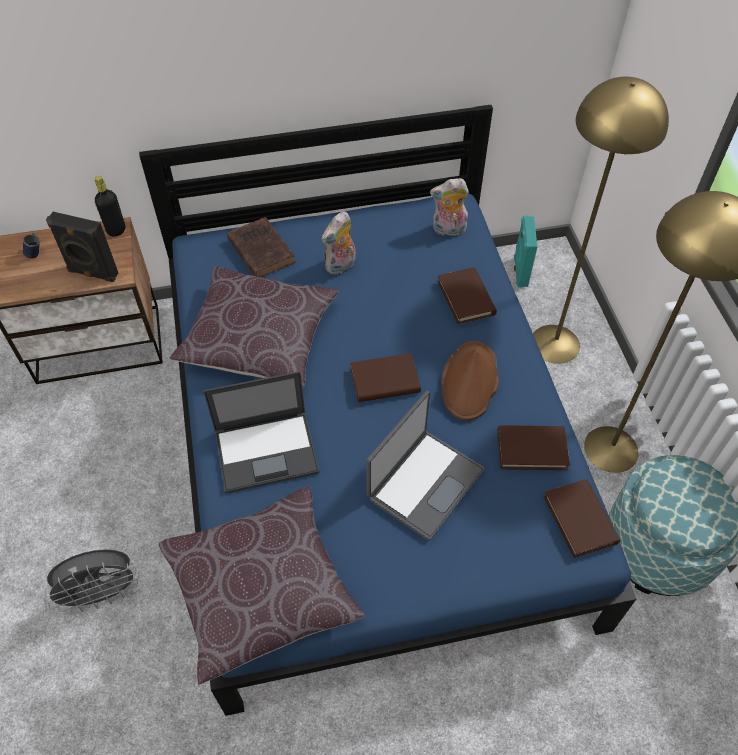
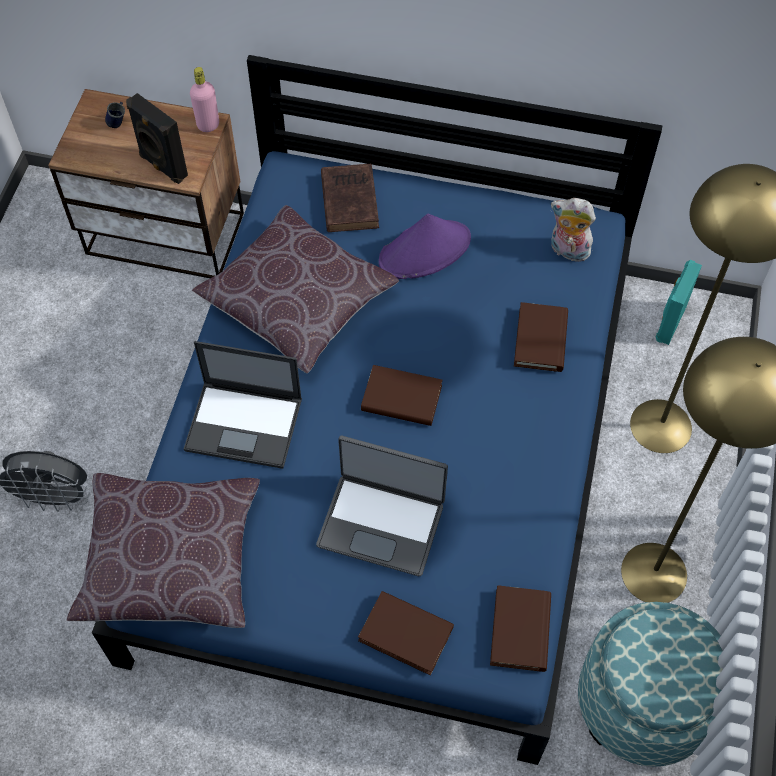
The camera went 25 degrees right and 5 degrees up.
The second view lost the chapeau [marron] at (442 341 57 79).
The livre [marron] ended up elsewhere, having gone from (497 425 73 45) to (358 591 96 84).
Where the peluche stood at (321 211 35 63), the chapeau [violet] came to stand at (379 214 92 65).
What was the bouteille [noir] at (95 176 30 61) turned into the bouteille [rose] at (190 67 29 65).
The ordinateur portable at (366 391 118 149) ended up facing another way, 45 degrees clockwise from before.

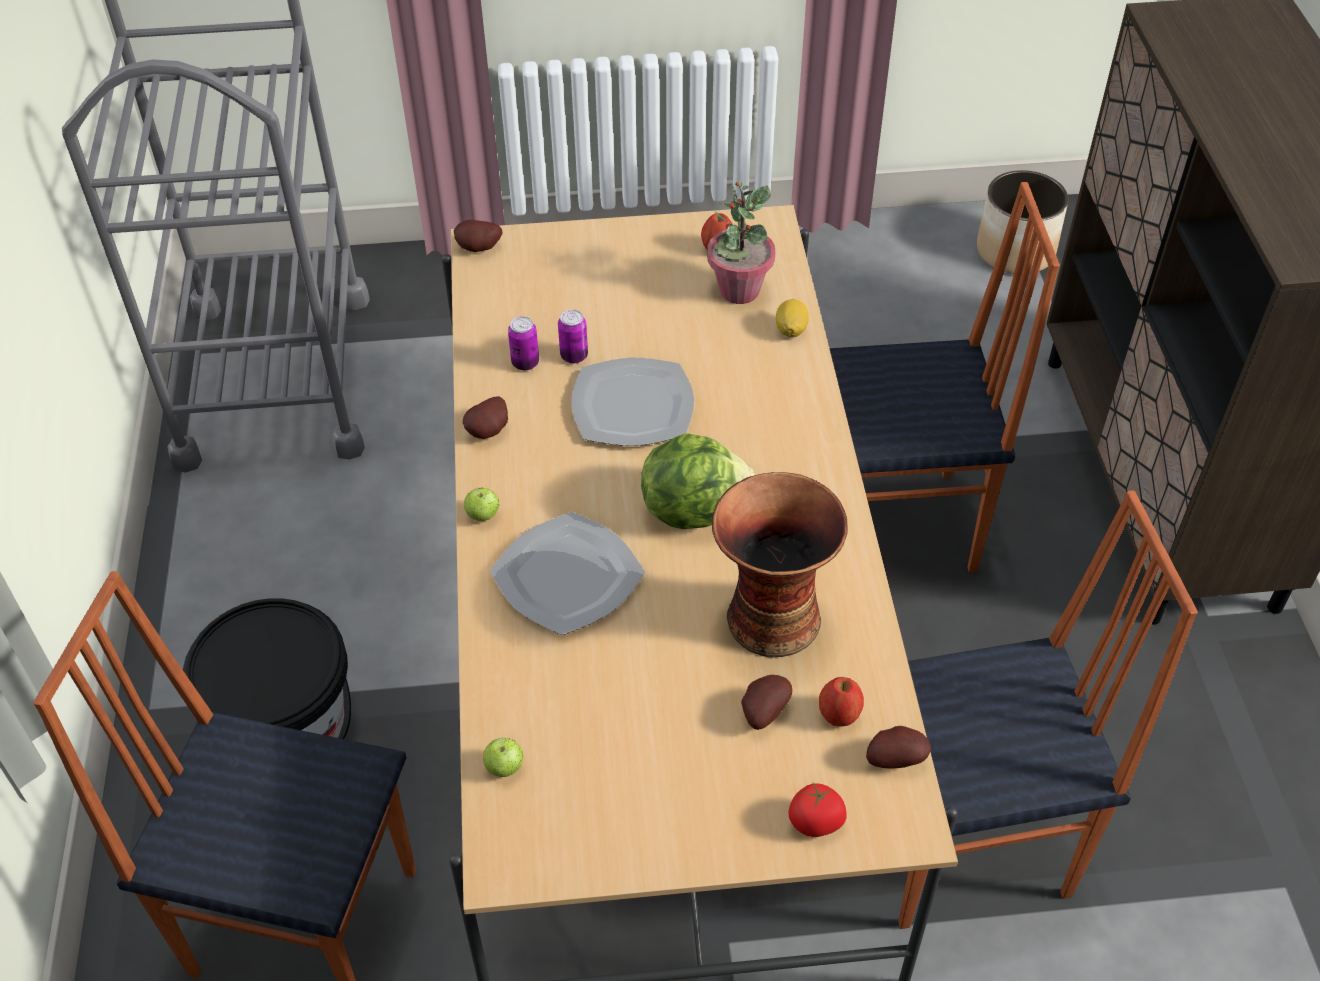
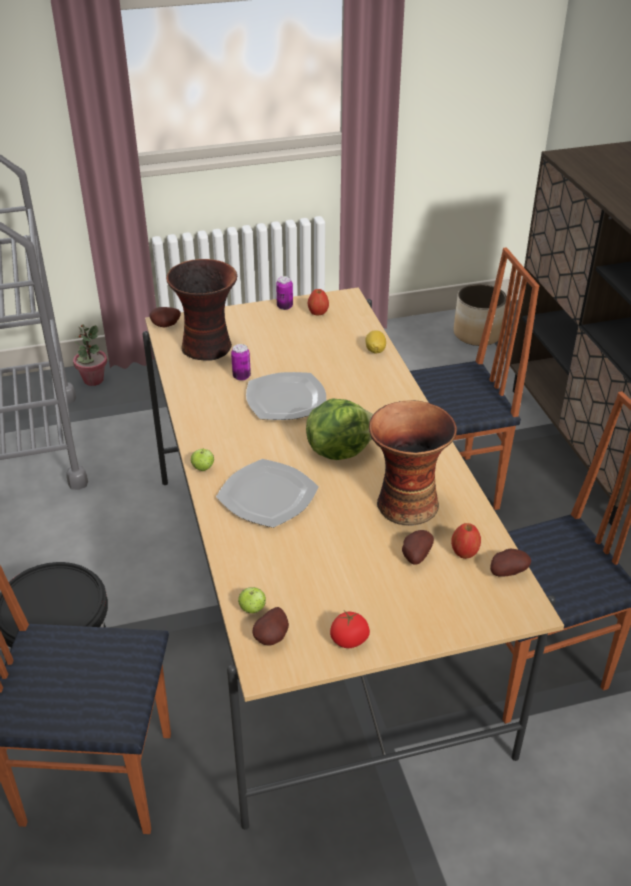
The camera went 10 degrees left and 10 degrees down.
The second view gained the vase at (166 259 71 102).
The pomme de terre ended up elsewhere, having gone from (463 396 45 43) to (252 607 37 38).
The boîte métallique ended up elsewhere, having gone from (508 316 31 54) to (276 276 17 34).
The plante en pot ended up elsewhere, having gone from (707 180 68 124) to (73 324 34 62).
The tomate ended up elsewhere, having gone from (789 783 58 54) to (330 612 40 36).

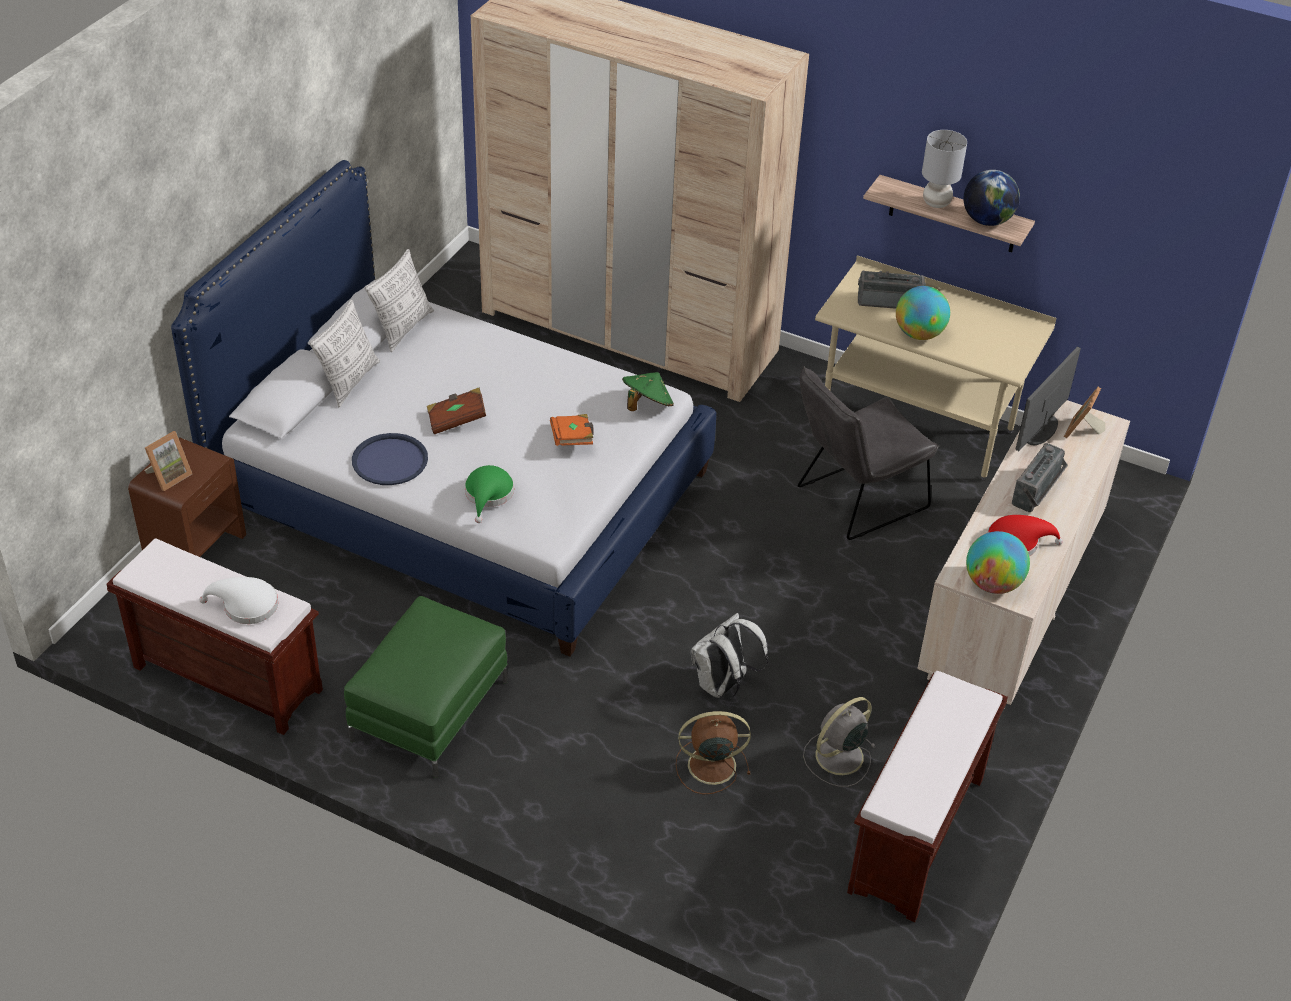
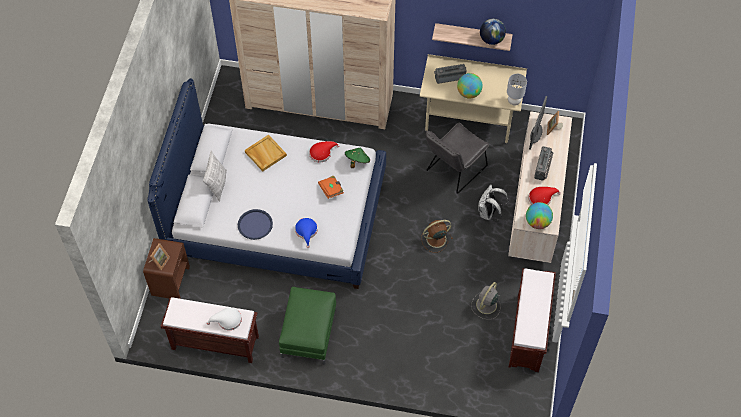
The camera went 15 degrees left and 15 degrees up.
The second view lost the coussin at (365 249 69 103).
The second view lost the livre [marron] at (427 388 59 47).
The second view gained the plateau [beige] at (245 135 42 36).
The second view gained the chapeau [rouge] at (309 141 31 22).
The ventilateur [marron] ended up elsewhere, having gone from (676 711 75 83) to (421 220 32 33).
The sac à dos [blanc] ended up elsewhere, having gone from (691 613 77 86) to (478 184 30 37).
The lampe de table [gris] ended up elsewhere, having gone from (922 130 45 78) to (507 74 20 31).
What was the chapeau [vert] at (465 465 49 58) turned into the chapeau [bleu] at (295 218 23 30).

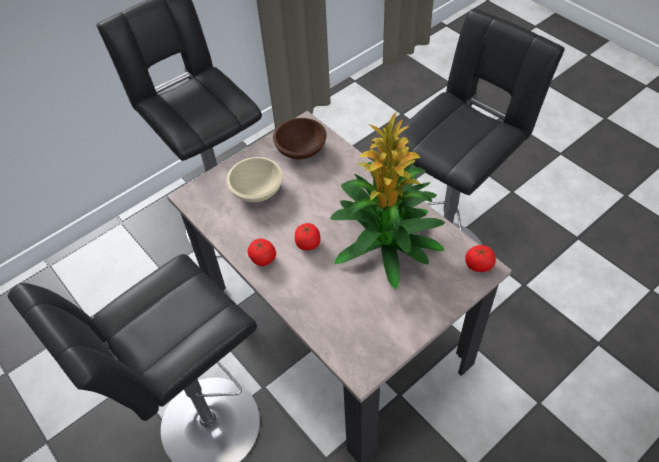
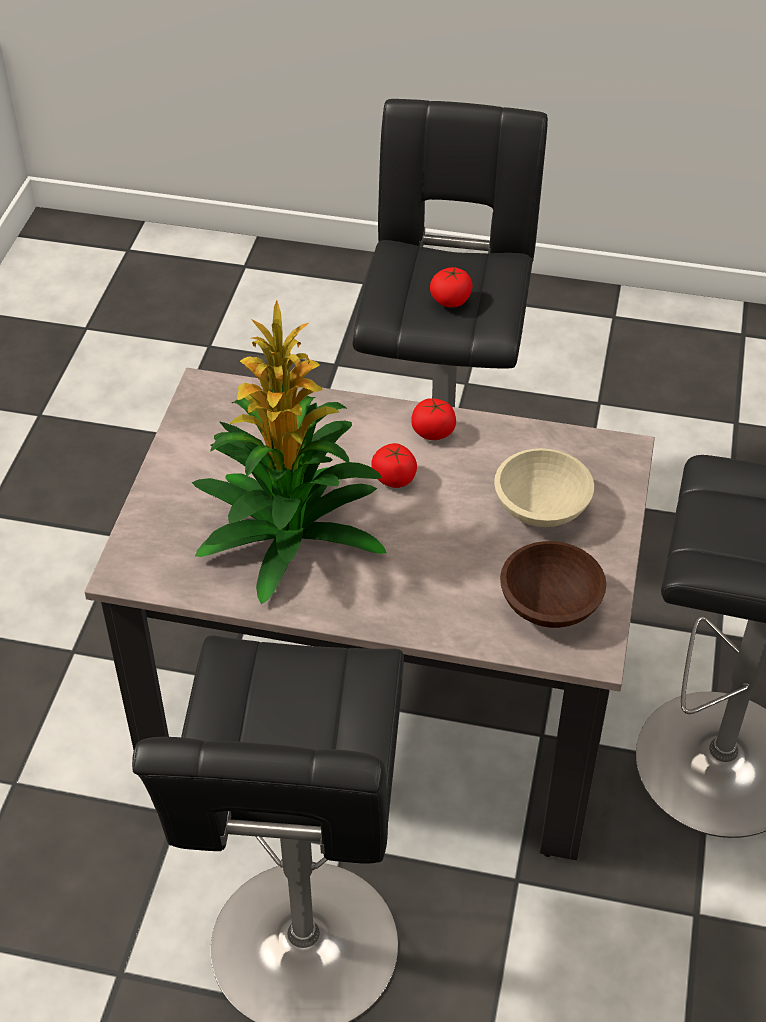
The camera went 140 degrees right and 5 degrees down.
The tomate ended up elsewhere, having gone from (465 245 31 27) to (430 267 43 41).

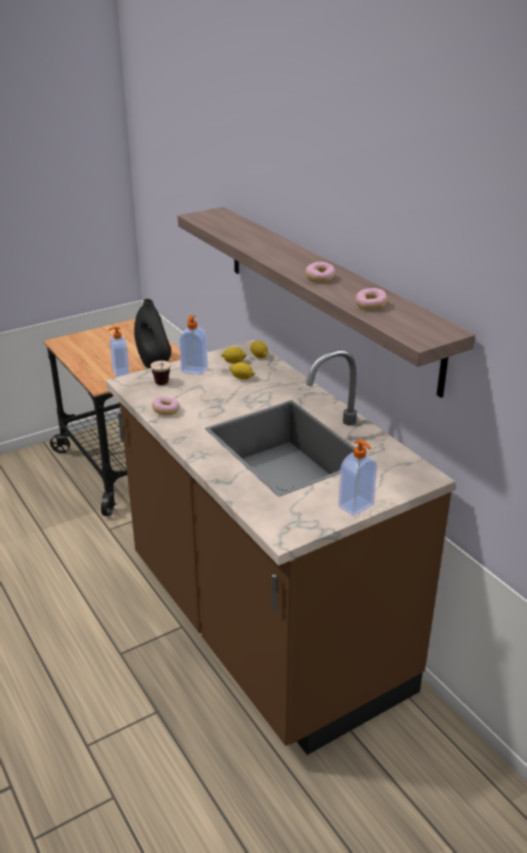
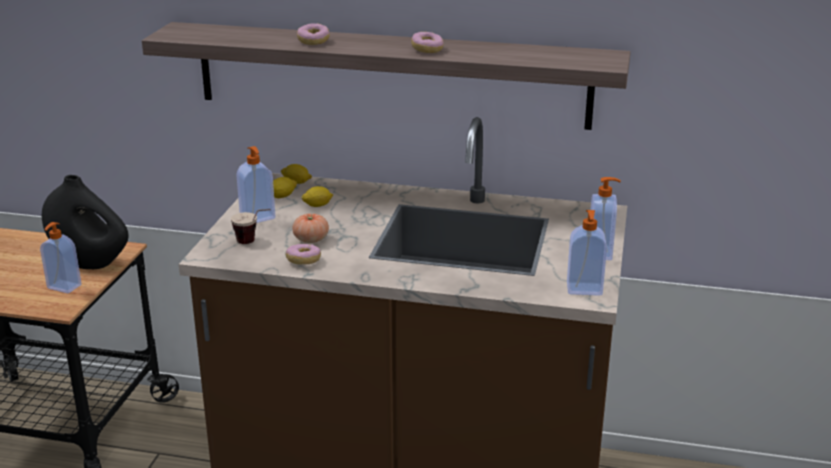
The camera went 45 degrees left and 5 degrees down.
The second view gained the tomate at (292 214 37 29).
The second view gained the distributeur de savon at (567 210 40 86).
The beignet ended up elsewhere, having gone from (355 288 32 23) to (297 24 33 21).

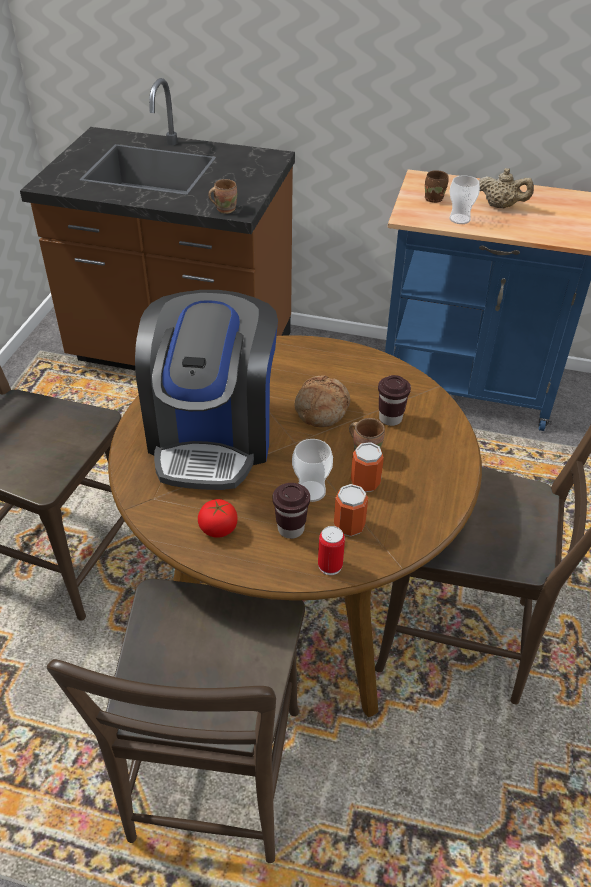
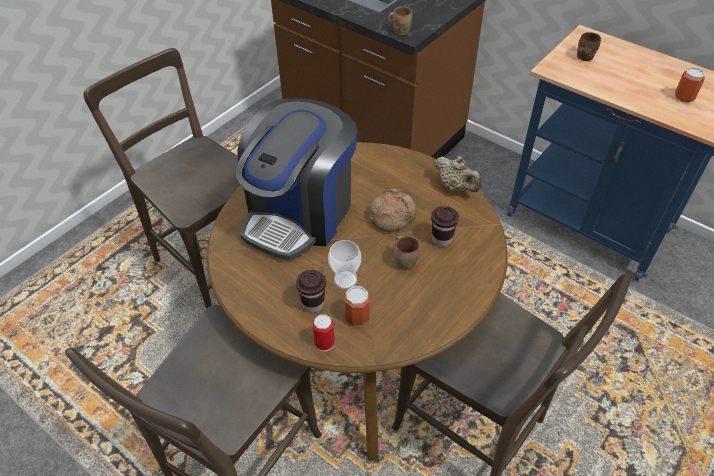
The camera went 25 degrees right and 5 degrees up.
The second view lost the tomate at (198 499 40 39).
The second view lost the tasse at (449 175 31 49).
The boîte métallique ended up elsewhere, having gone from (351 442 33 50) to (675 67 30 36).
The théière [beige] ended up elsewhere, having gone from (479 168 55 40) to (434 156 47 36).

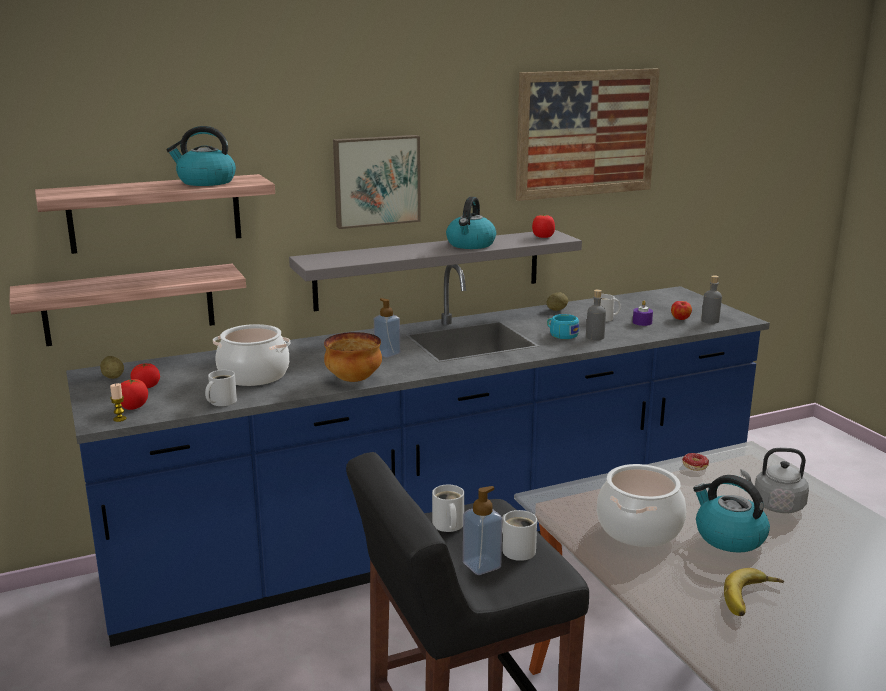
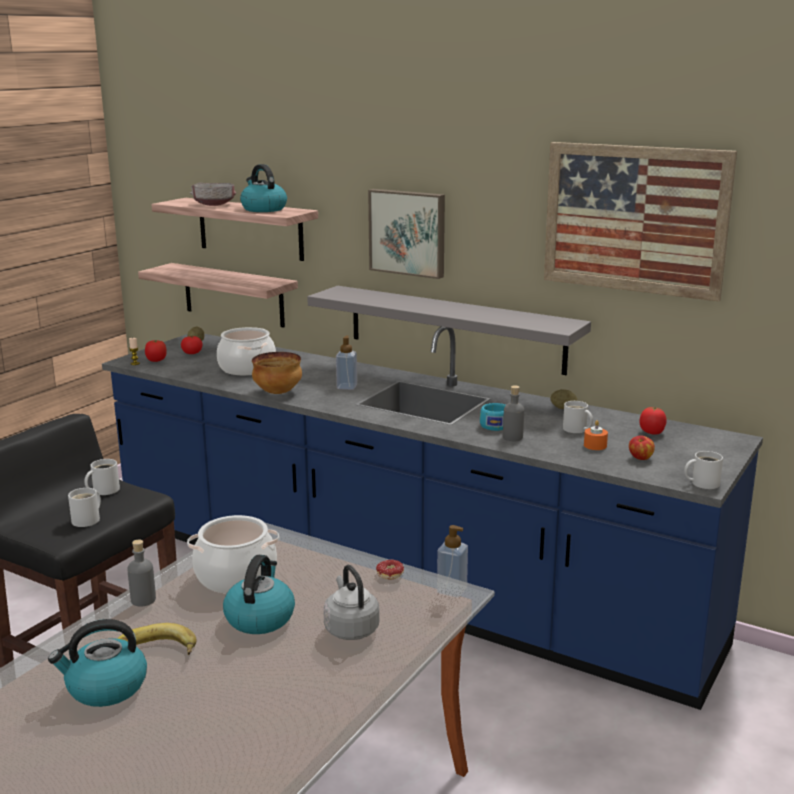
The camera went 55 degrees right and 0 degrees up.
The second view gained the bol [gris] at (190 183 46 23).
The mug [blanc] ended up elsewhere, having gone from (205 370 32 36) to (684 451 39 38).
The bouilloire ended up elsewhere, having gone from (446 197 50 52) to (48 619 99 88).
The distributeur de savon ended up elsewhere, having gone from (463 486 39 89) to (437 525 31 72).
The tomate ended up elsewhere, having gone from (532 214 23 24) to (639 407 28 28).
The bouteille [gris] ended up elsewhere, having gone from (701 275 21 49) to (127 539 29 68).
What was the bougie [violet] at (633 301 20 25) turned into the bougie [orange] at (584 420 24 30).

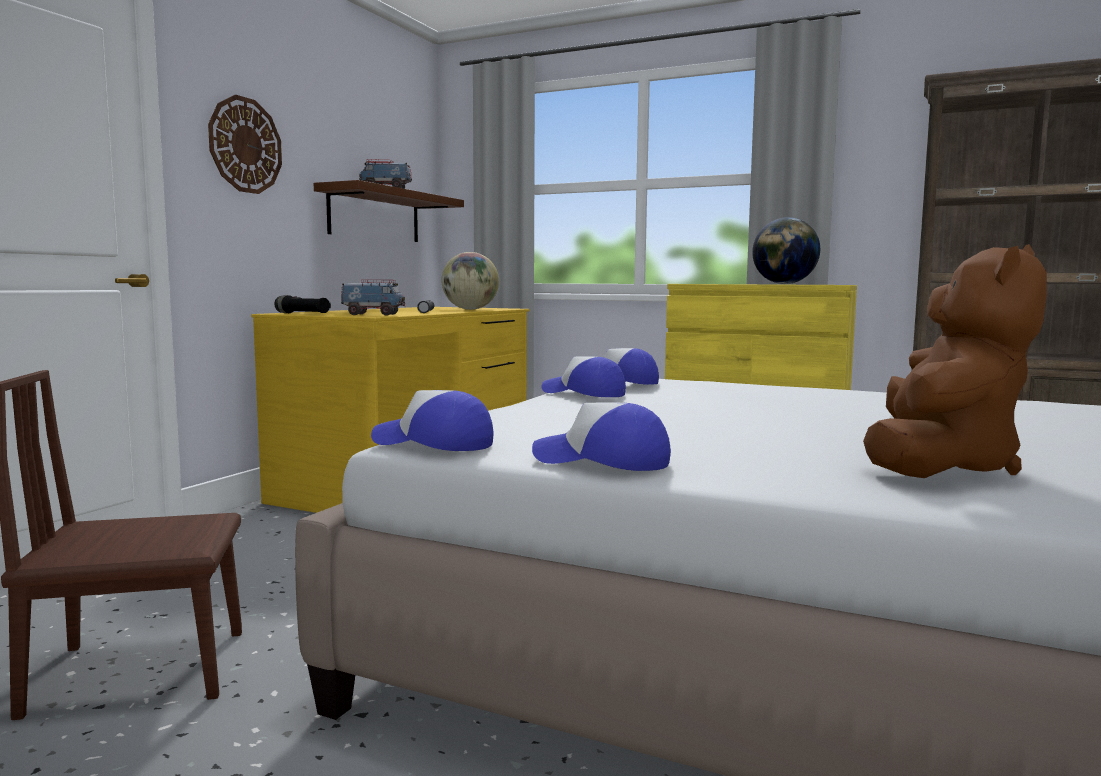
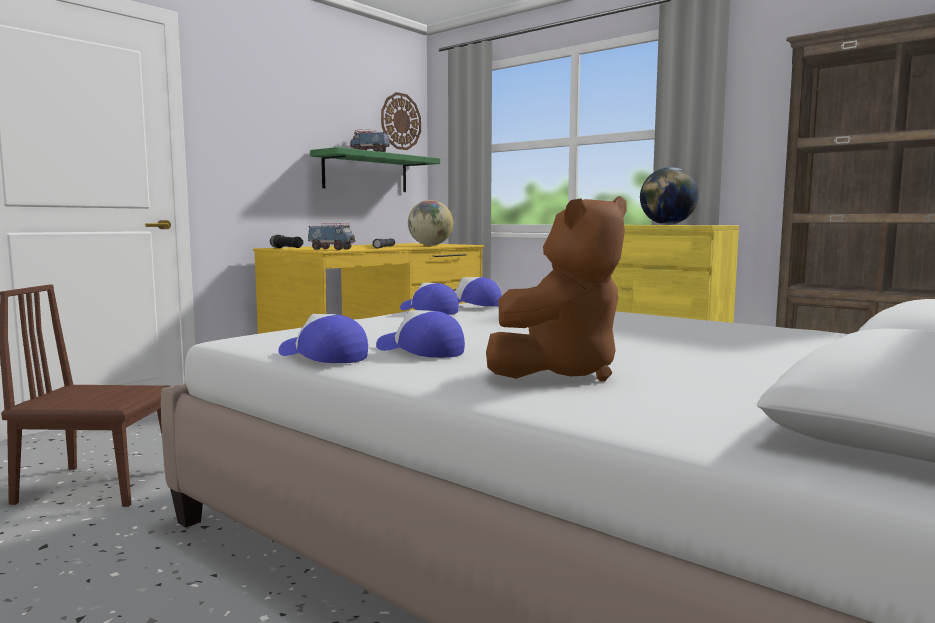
The camera went 15 degrees right and 0 degrees up.
The horloge murale ended up elsewhere, having gone from (208 95 74 99) to (381 92 40 58).
The casquette ended up elsewhere, having gone from (371 390 123 61) to (376 310 89 48).
What was the étagère [marron] at (314 180 150 62) turned into the étagère [vert] at (310 147 130 45).

